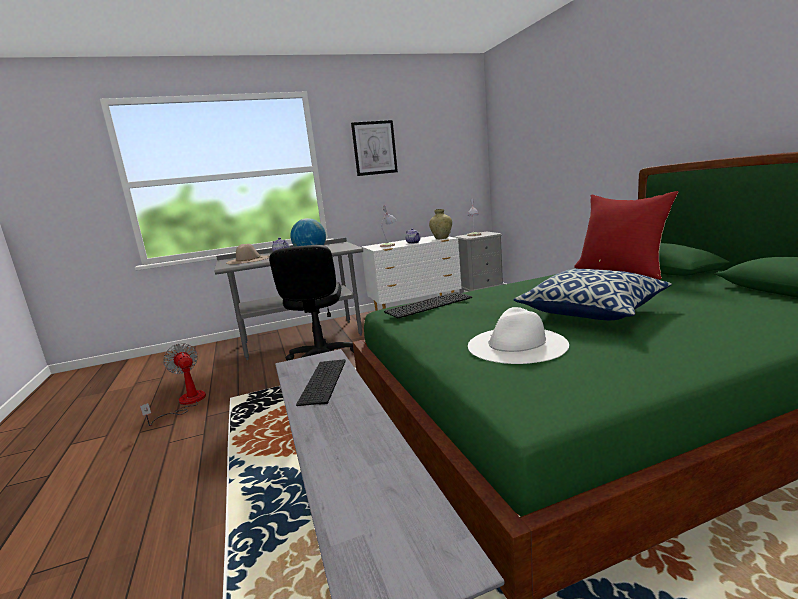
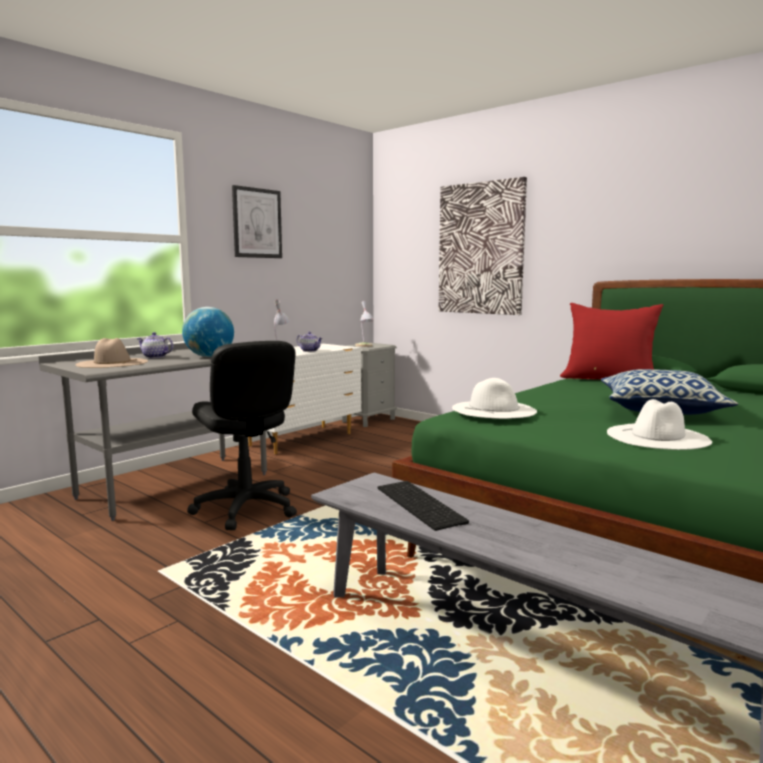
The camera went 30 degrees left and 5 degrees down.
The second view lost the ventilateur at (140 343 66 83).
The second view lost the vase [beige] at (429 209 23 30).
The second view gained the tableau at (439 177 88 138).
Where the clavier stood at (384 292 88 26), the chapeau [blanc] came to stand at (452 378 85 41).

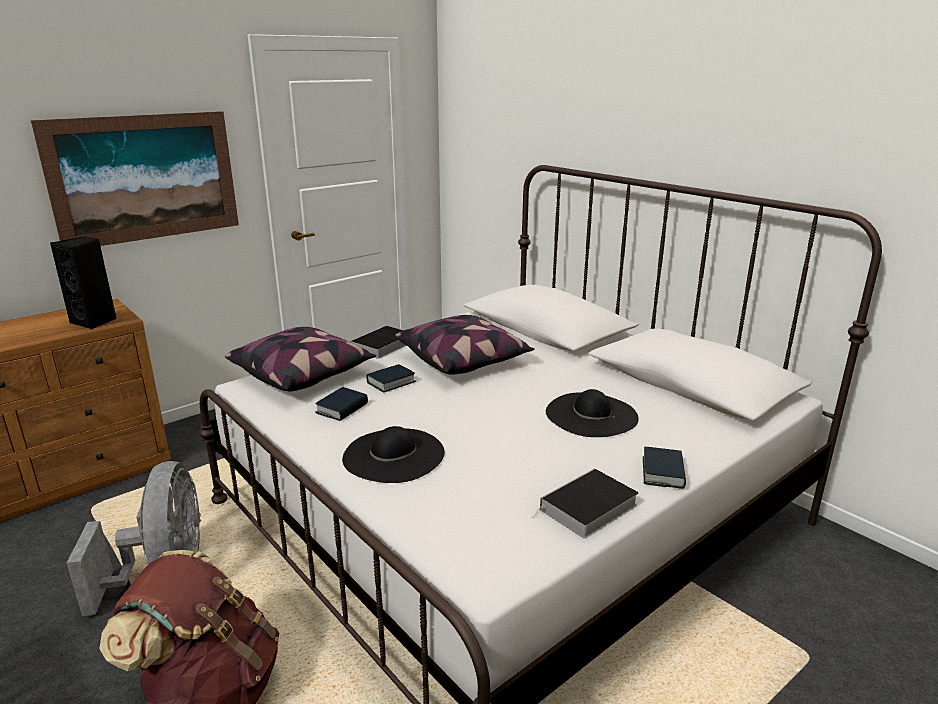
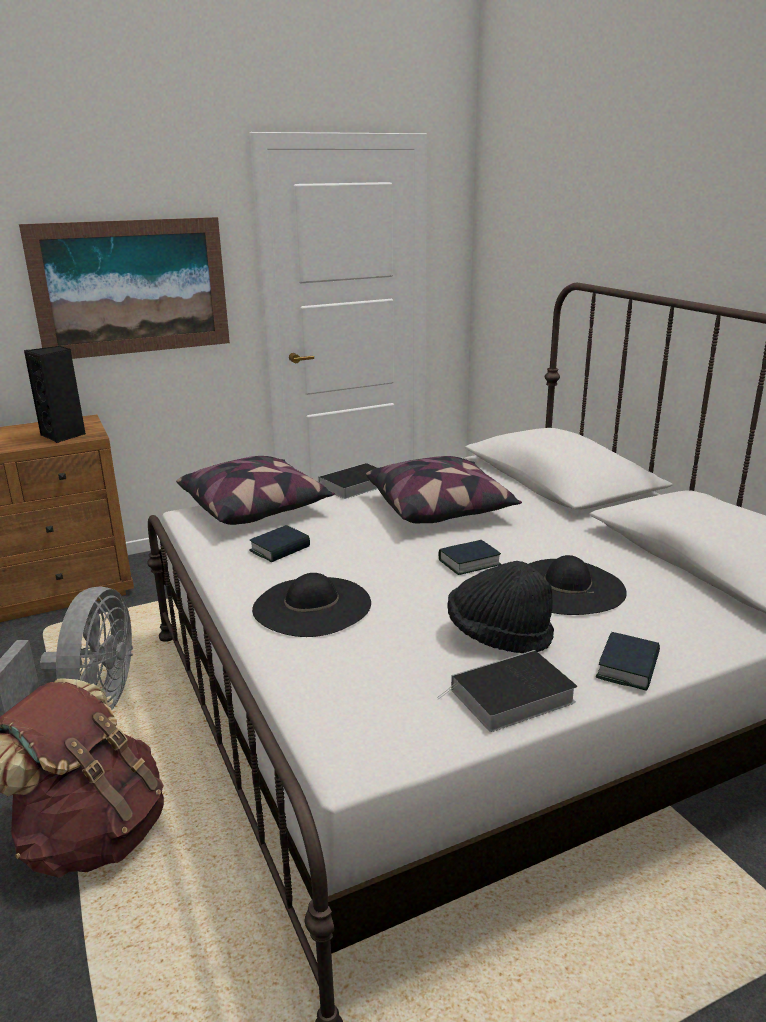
The camera went 15 degrees right and 0 degrees up.
The second view gained the chapeau [noir] at (447 561 107 92).
The livre ended up elsewhere, having gone from (366 364 50 28) to (439 540 63 35).

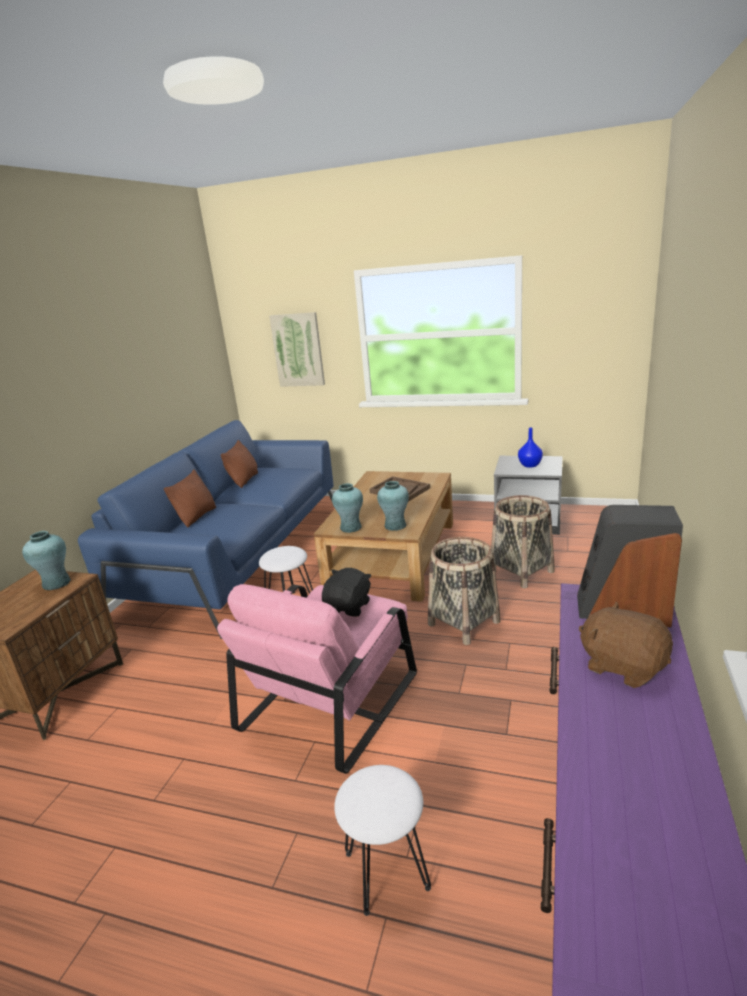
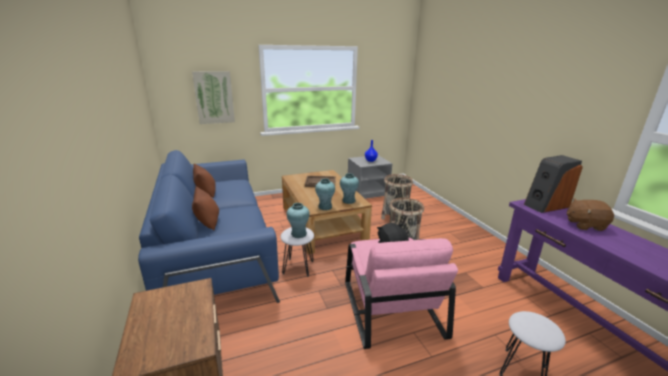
The camera went 40 degrees left and 0 degrees up.
The vase [turquoise] ended up elsewhere, having gone from (22 531 49 59) to (287 203 23 35).

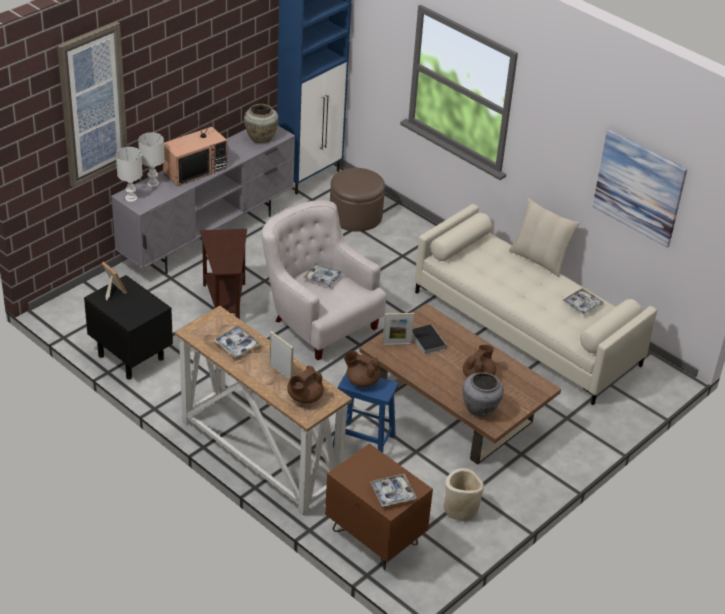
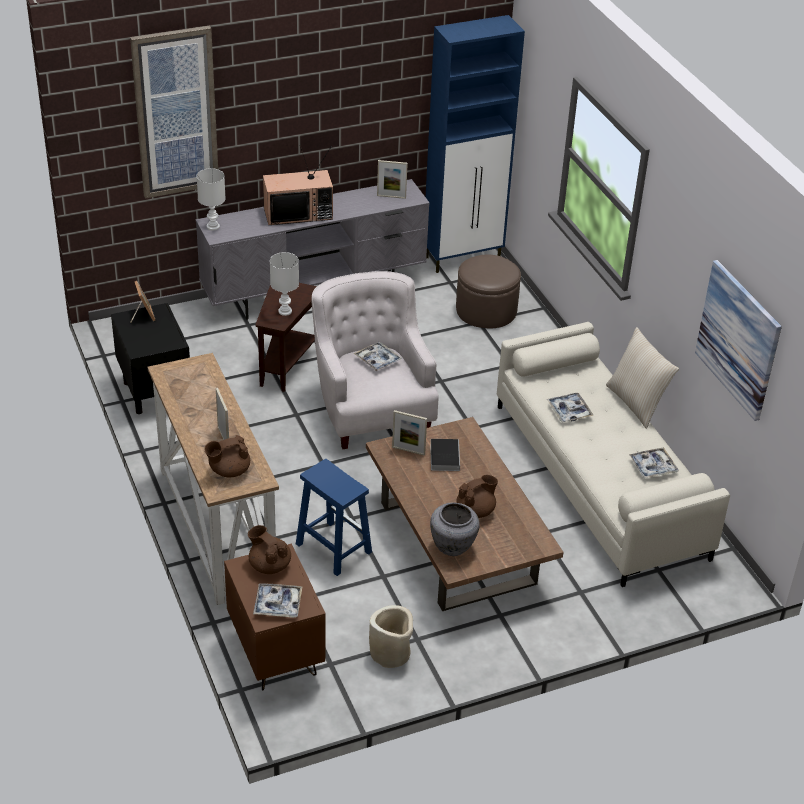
The camera went 25 degrees right and 0 degrees up.
The lampe de table [blanc] ended up elsewhere, having gone from (139 132 26 55) to (270 252 29 64).
The plateau ended up elsewhere, having gone from (213 326 48 32) to (547 393 47 29).
The théière [marron] ended up elsewhere, having gone from (344 351 36 36) to (248 525 43 49).
Where the vase [beige] stood at (244 104 35 39), the cadre photo came to stand at (377 160 31 39).

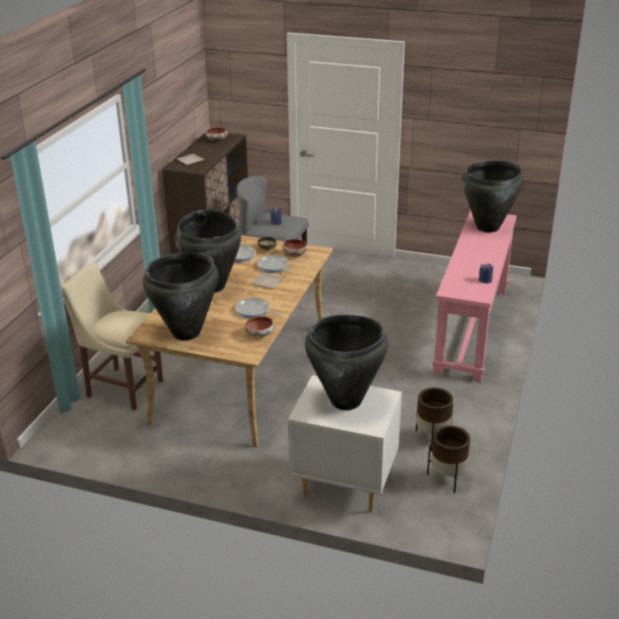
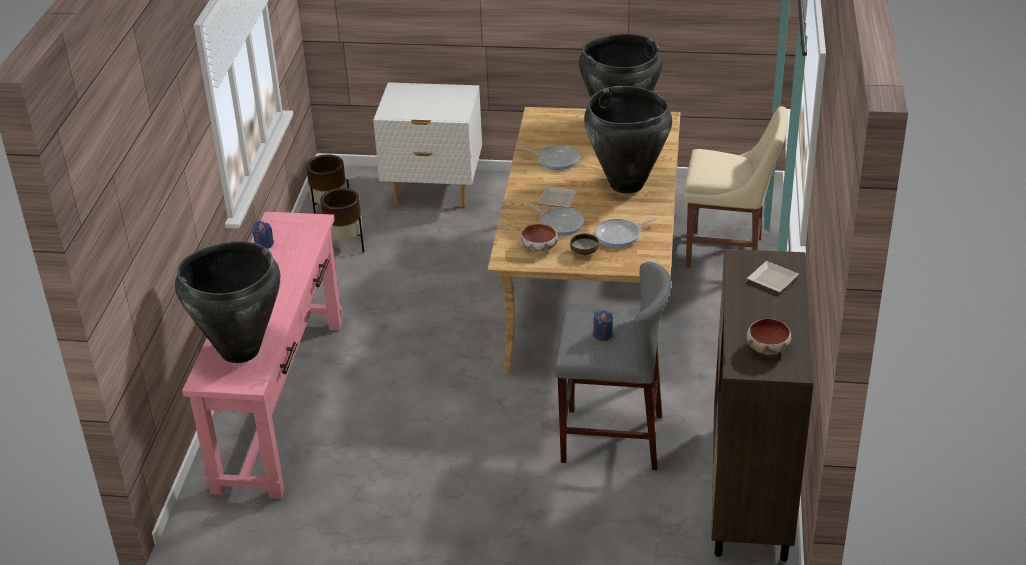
The camera went 170 degrees right and 5 degrees up.
The second view lost the bol at (245 316 29 22).
The second view lost the vase [noir] at (305 314 83 96).

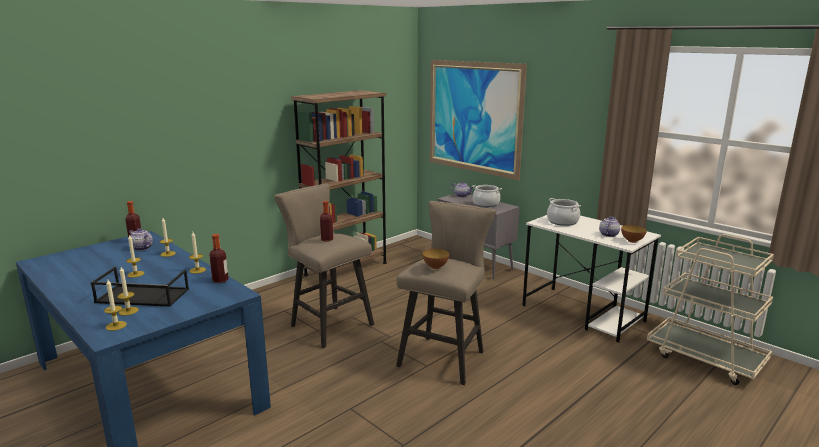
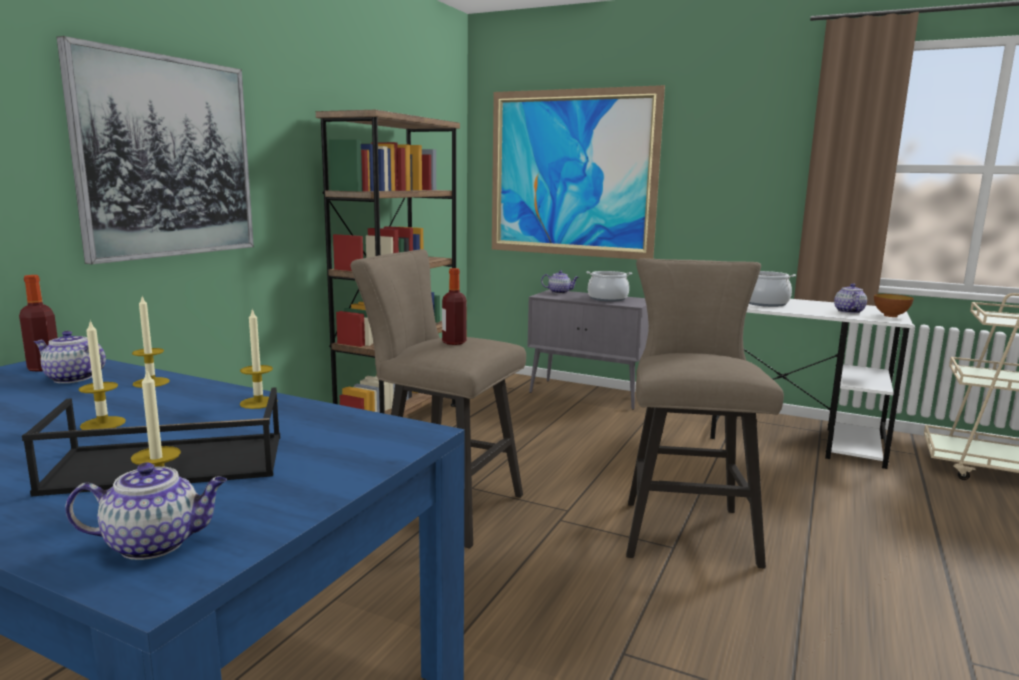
The camera went 20 degrees left and 5 degrees down.
The second view lost the bouteille at (209 234 20 49).
The second view lost the bol at (422 249 27 20).
The second view gained the tableau at (57 36 197 228).
Where the bougie stood at (104 280 23 51), the théière came to stand at (65 463 162 97).

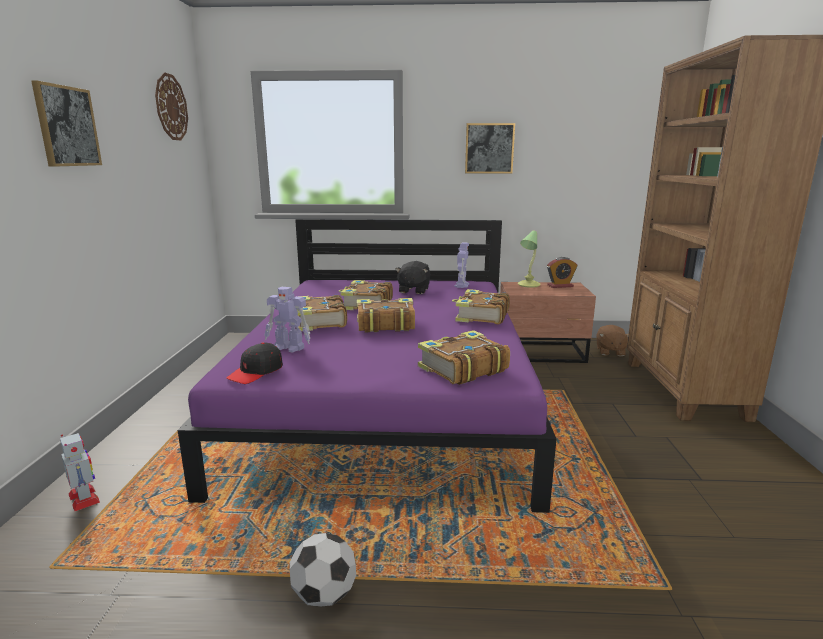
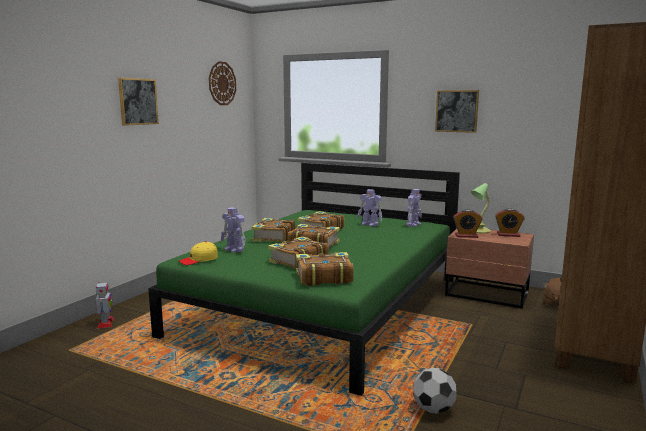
The camera went 25 degrees right and 5 degrees down.
The second view gained the réveil at (453 209 29 29).
The ballon de foot ended up elsewhere, having gone from (289 533 67 74) to (413 368 44 46).
The livre ended up elsewhere, having gone from (452 289 58 35) to (268 236 61 33).
Where the peluche [noir] stood at (395 261 36 33), the robot jouet came to stand at (357 189 25 38).
What was the lit [violet] at (178 219 378 294) turned into the lit [vert] at (148 163 312 233).
What was the casquette [noir] at (226 343 57 41) turned into the casquette [jaune] at (179 241 39 24).

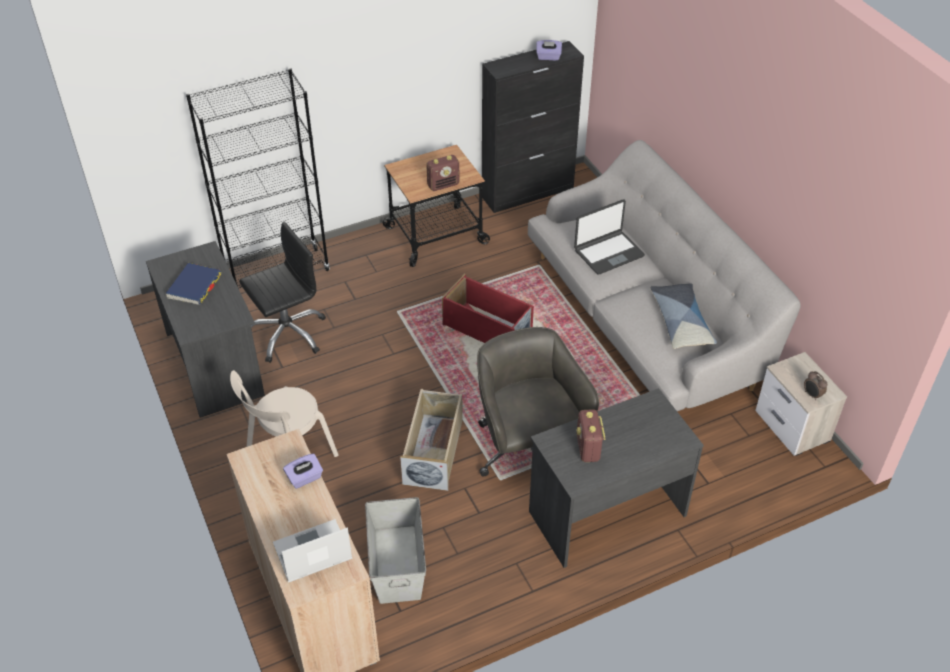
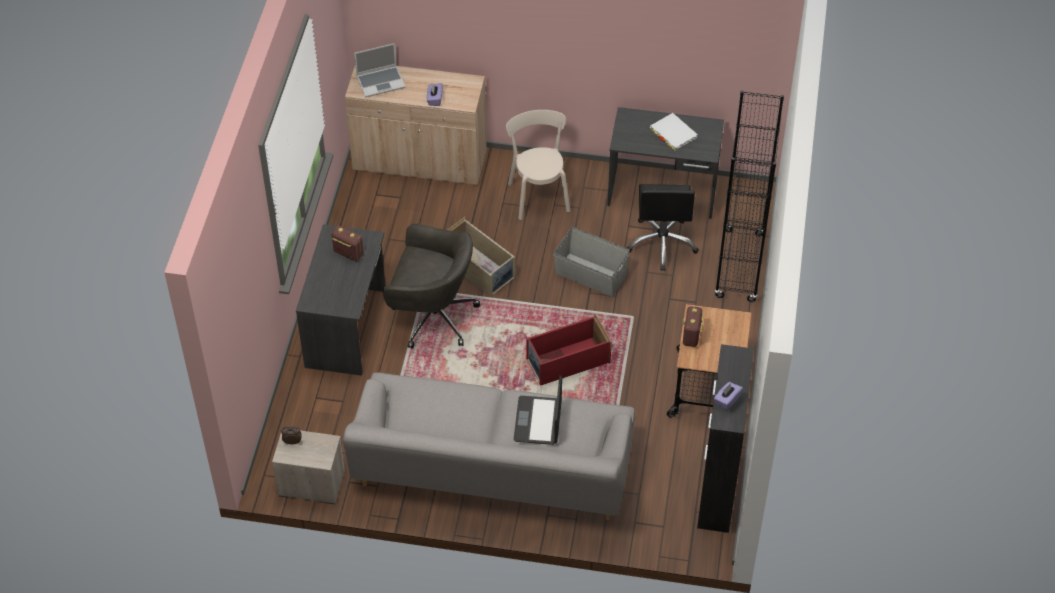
The camera went 125 degrees right and 5 degrees up.
The second view lost the coussin at (650 283 67 66).
The boîte de rangement [gris] ended up elsewhere, having gone from (365 497 61 107) to (553 227 77 70).
What was the livre [bleu] at (165 263 56 42) turned into the livre [blanc] at (650 113 48 38).
The ordinateur portable at (273 519 79 64) ended up facing another way, 60 degrees clockwise from before.

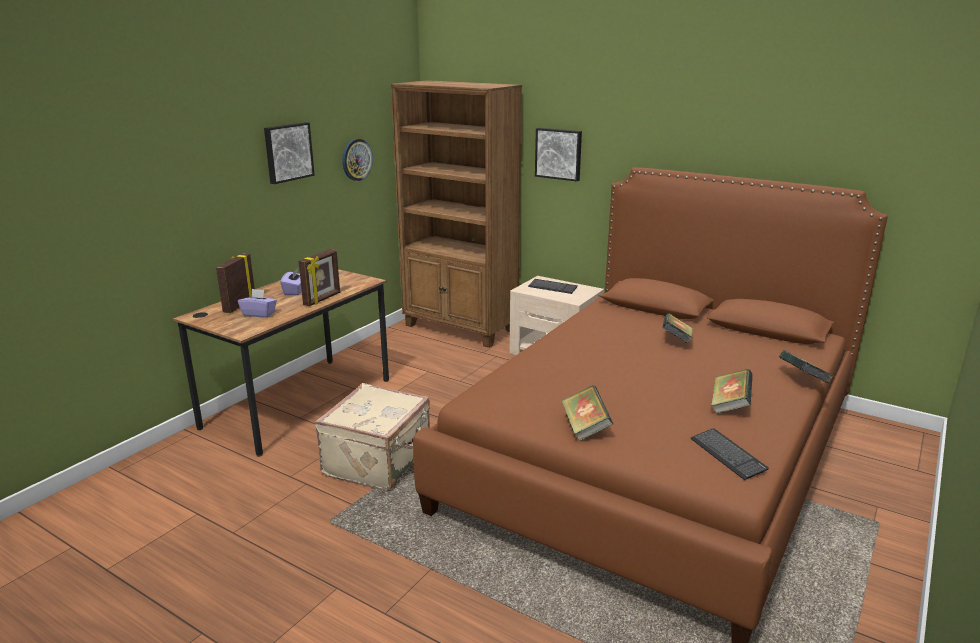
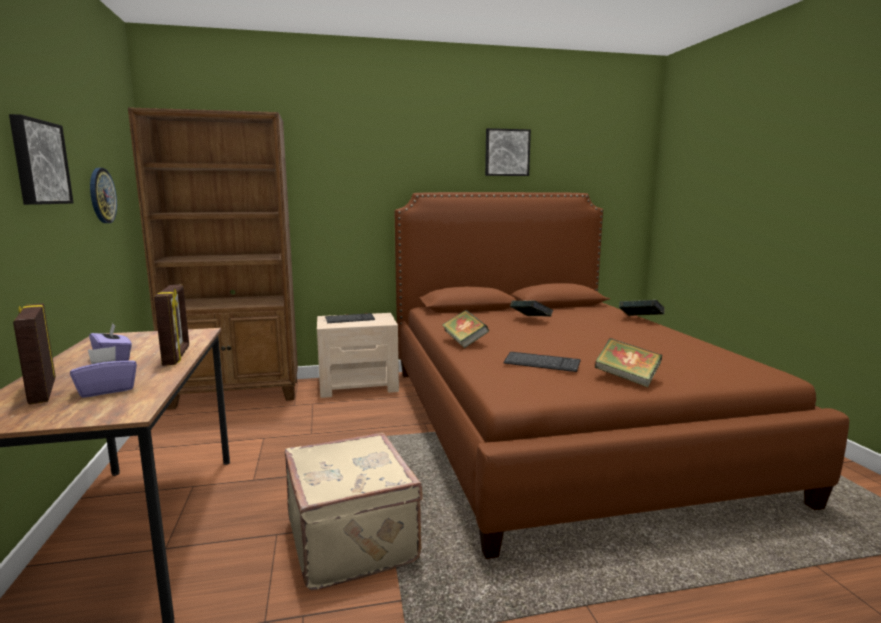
The camera went 45 degrees left and 10 degrees down.
The tableau ended up elsewhere, having gone from (535 128 47 53) to (485 128 46 48).
The clavier ended up elsewhere, having gone from (691 428 78 52) to (504 352 77 20).
The livre ended up elsewhere, having gone from (711 369 42 45) to (443 310 46 38).

